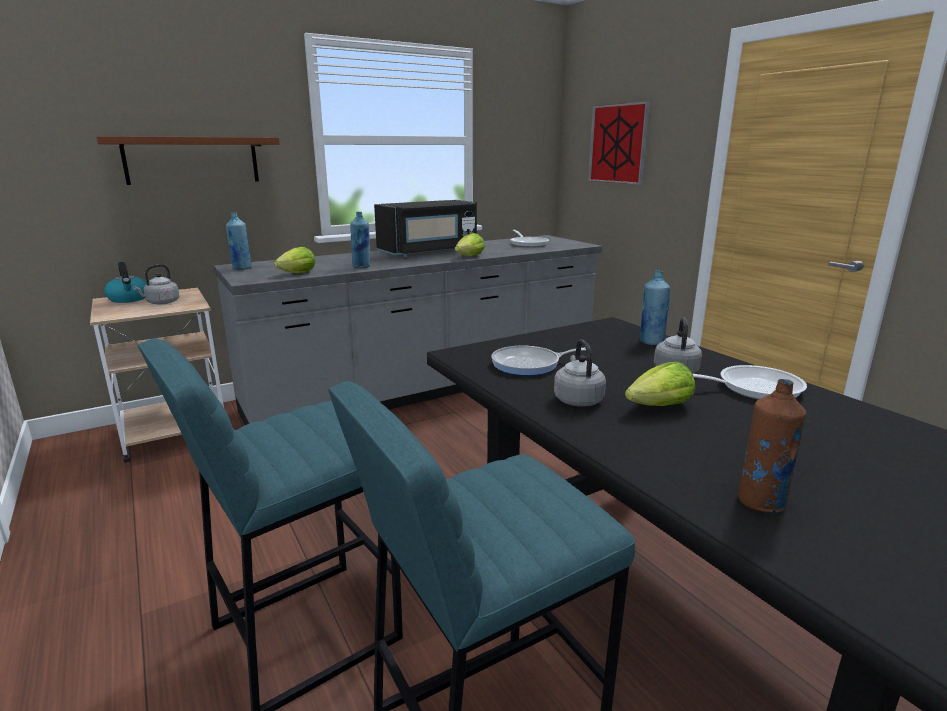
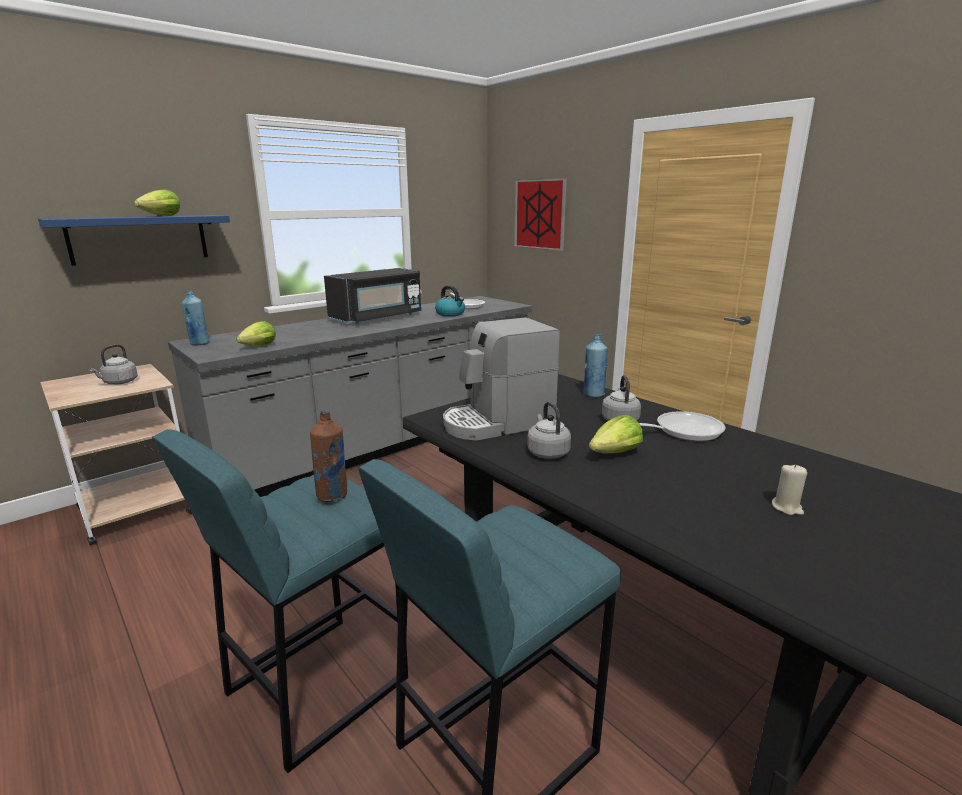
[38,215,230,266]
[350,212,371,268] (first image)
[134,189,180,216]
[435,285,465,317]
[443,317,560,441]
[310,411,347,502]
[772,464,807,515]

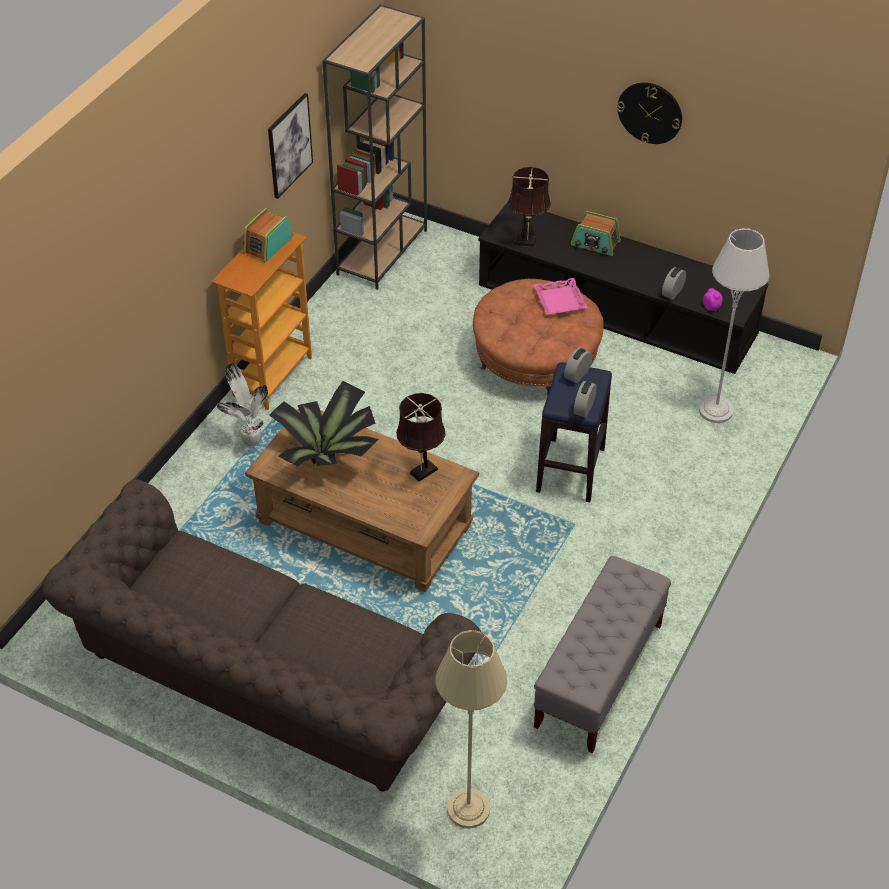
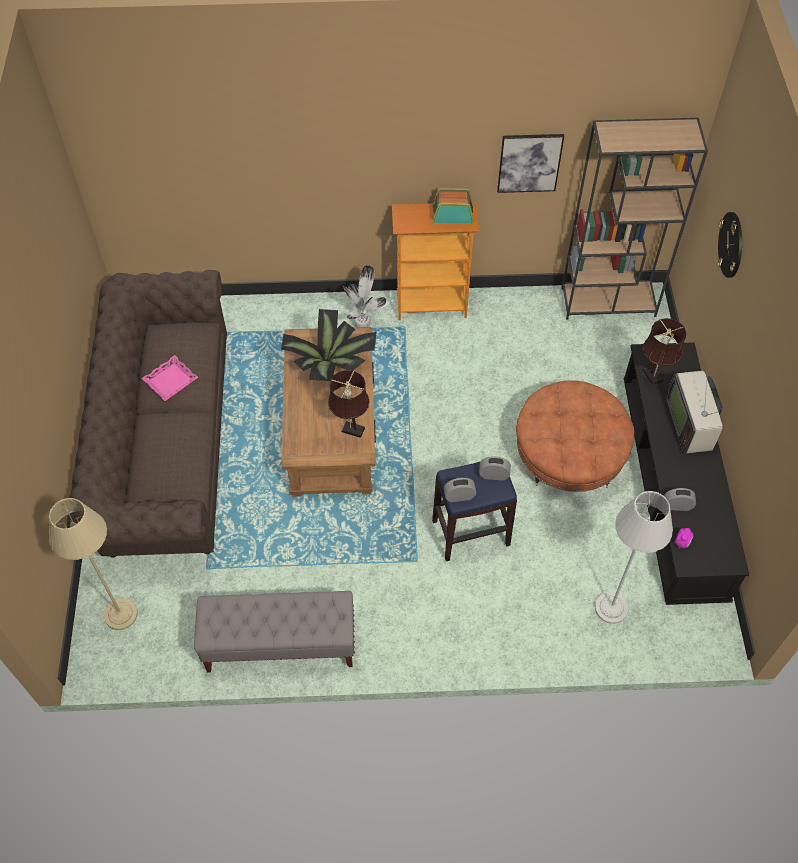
[718,212,742,278]
[666,371,723,453]
[141,355,198,401]

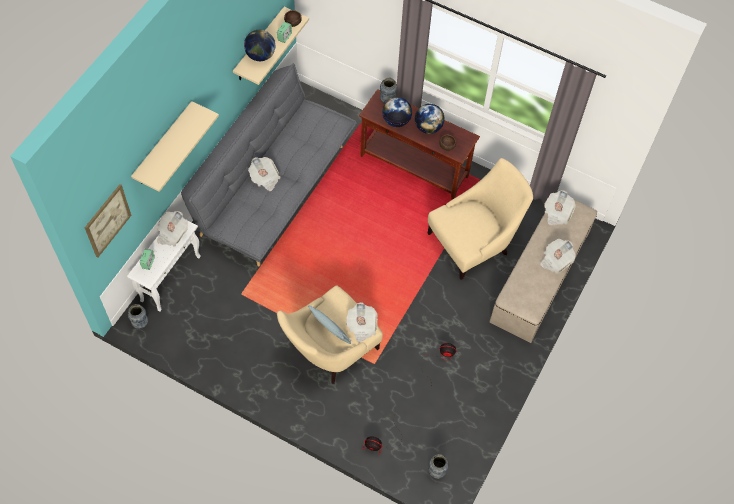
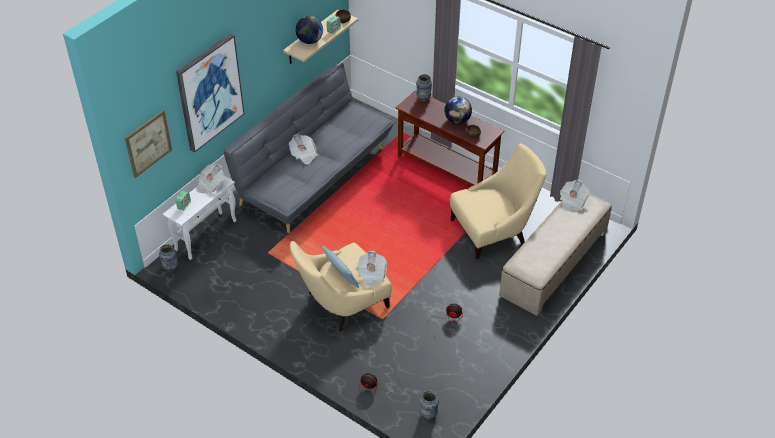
[382,97,412,127] (first image)
[176,33,244,153]
[540,239,576,274] (first image)

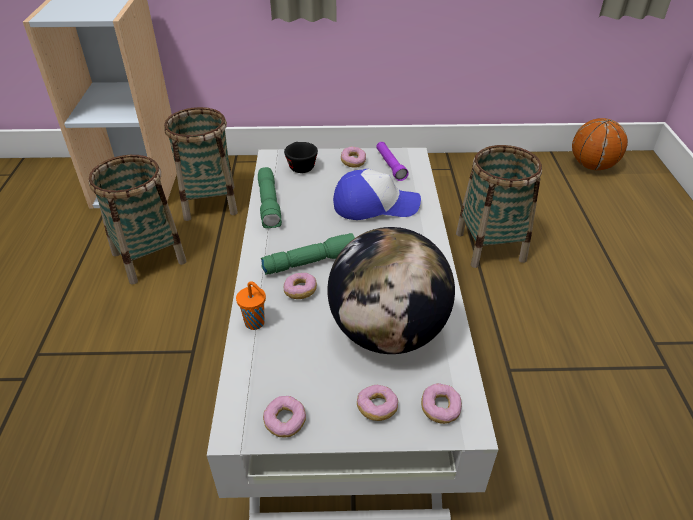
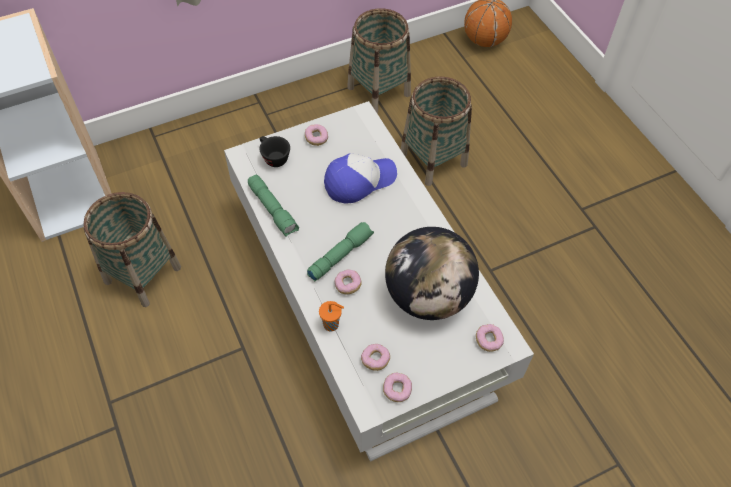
[347,8,411,113]
[376,142,409,181] (first image)
[361,344,390,371]

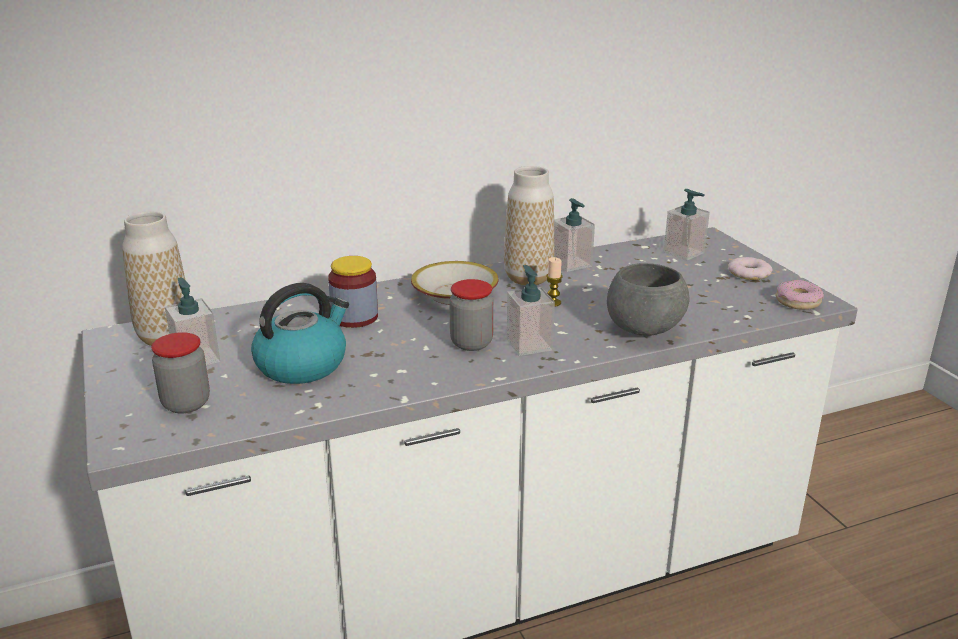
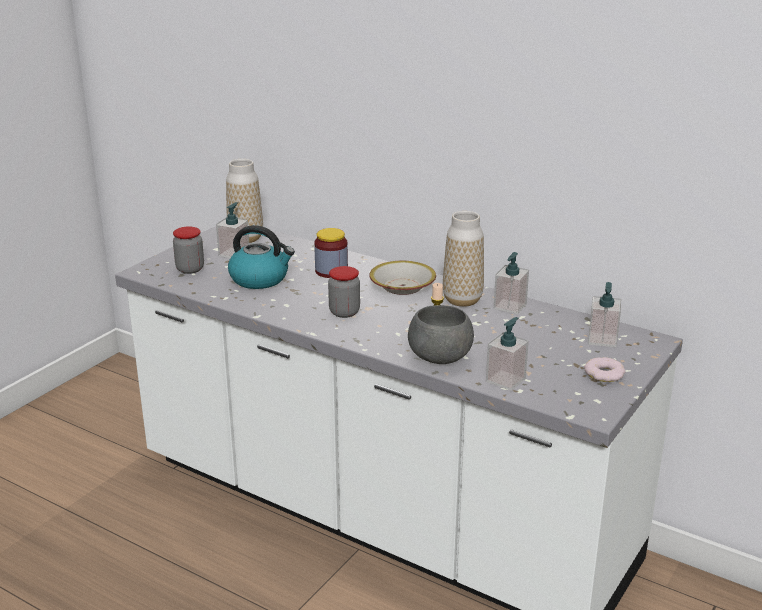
[486,317,529,391]
[775,280,824,310] (first image)

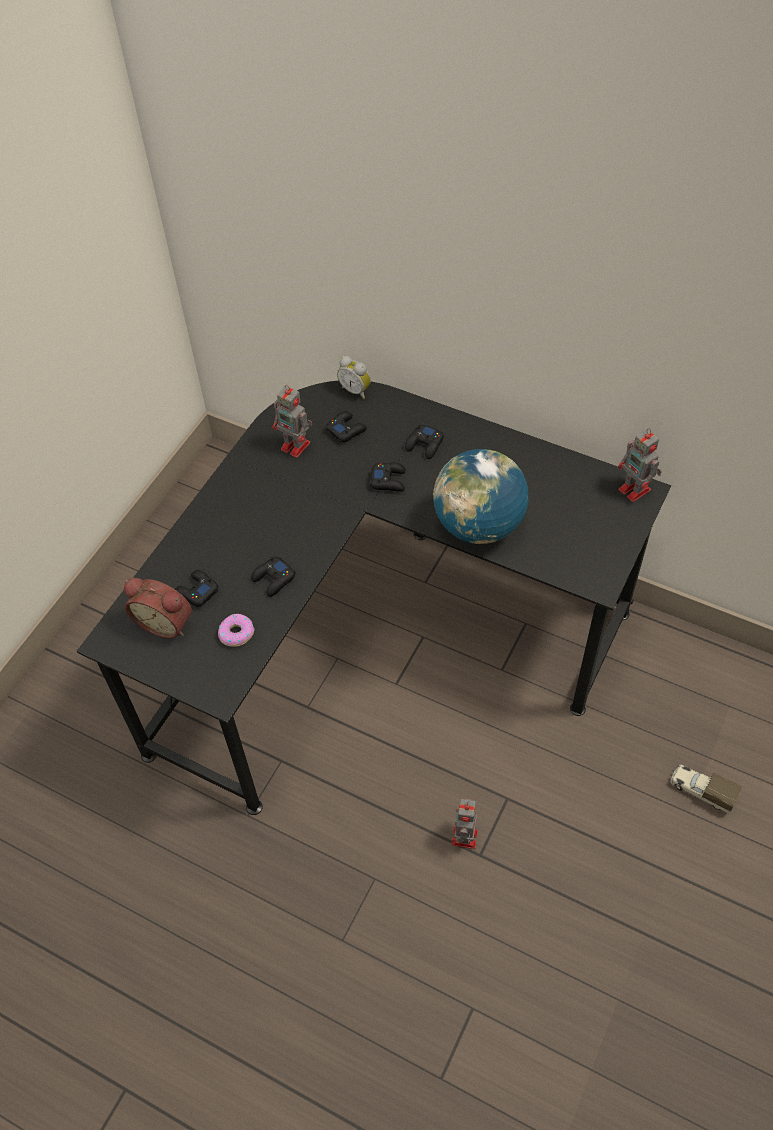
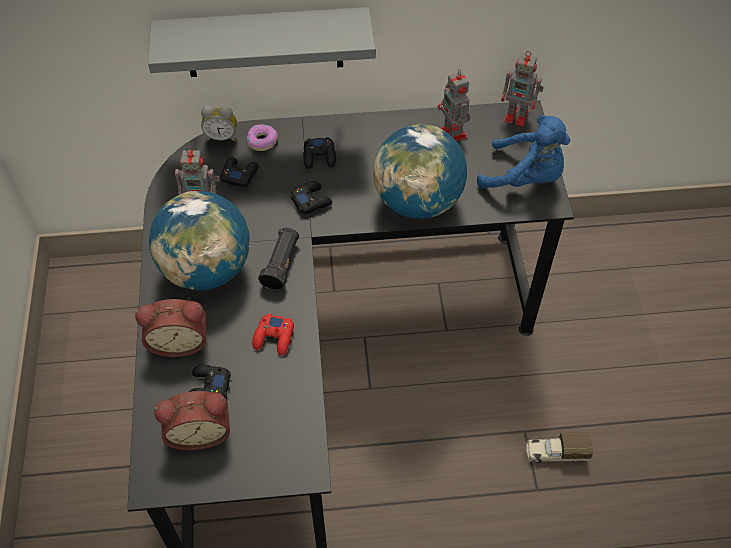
[252,313,294,356]
[247,124,278,151]
[526,432,593,463]
[438,69,470,141]
[148,7,376,77]
[477,115,570,189]
[149,191,250,291]
[258,228,299,291]
[135,299,206,357]

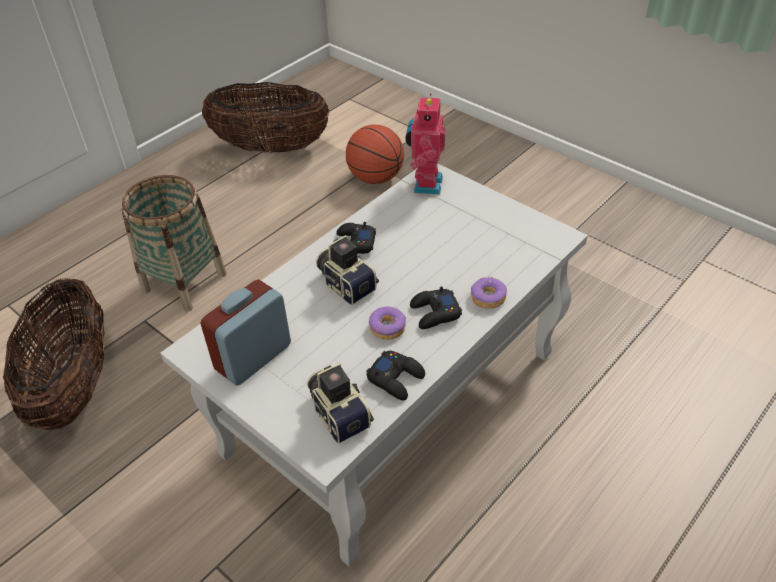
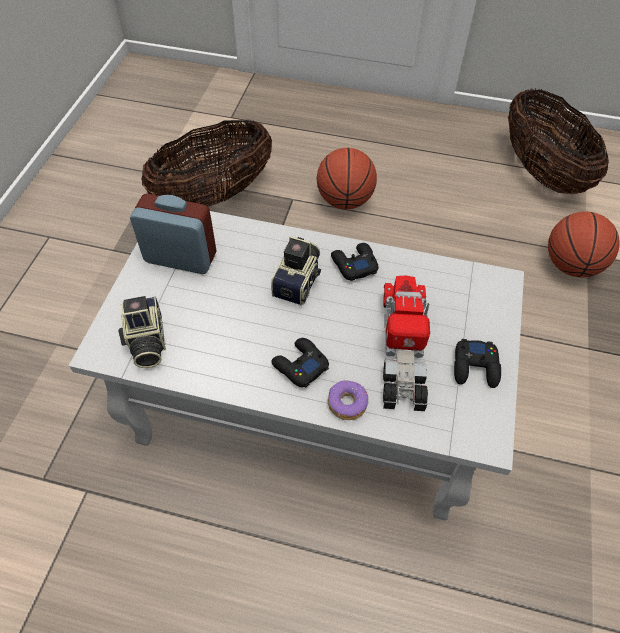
[406,93,445,194] (first image)
[317,148,377,209]
[369,307,406,340] (first image)
[454,339,501,388]
[118,296,166,368]
[383,275,430,411]

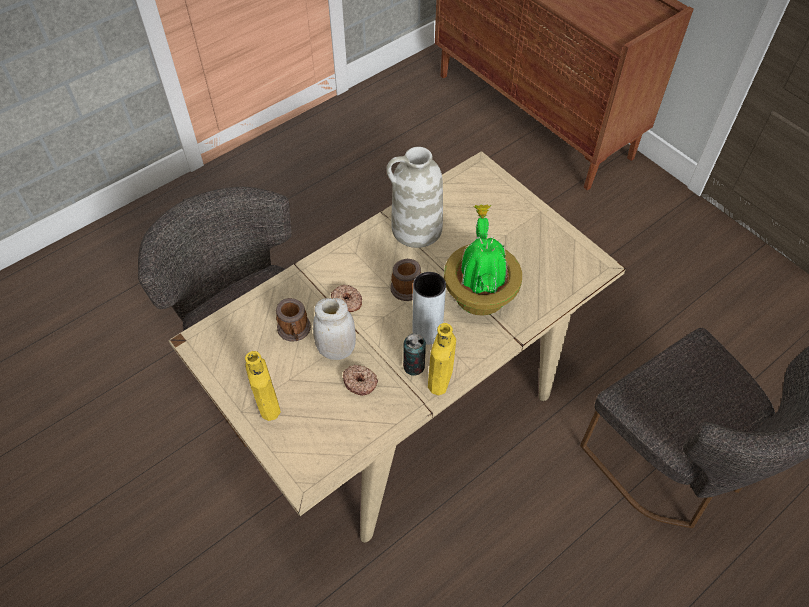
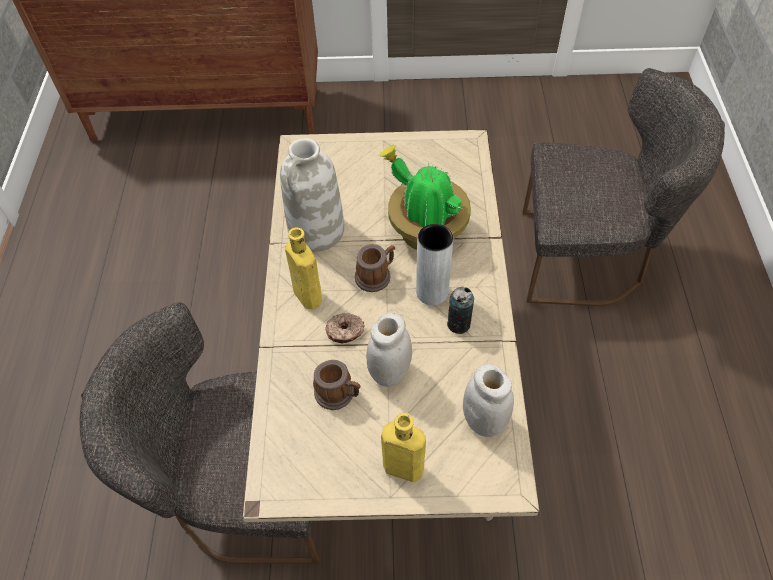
[285,228,322,309]
[343,365,378,396] (first image)
[463,364,514,437]

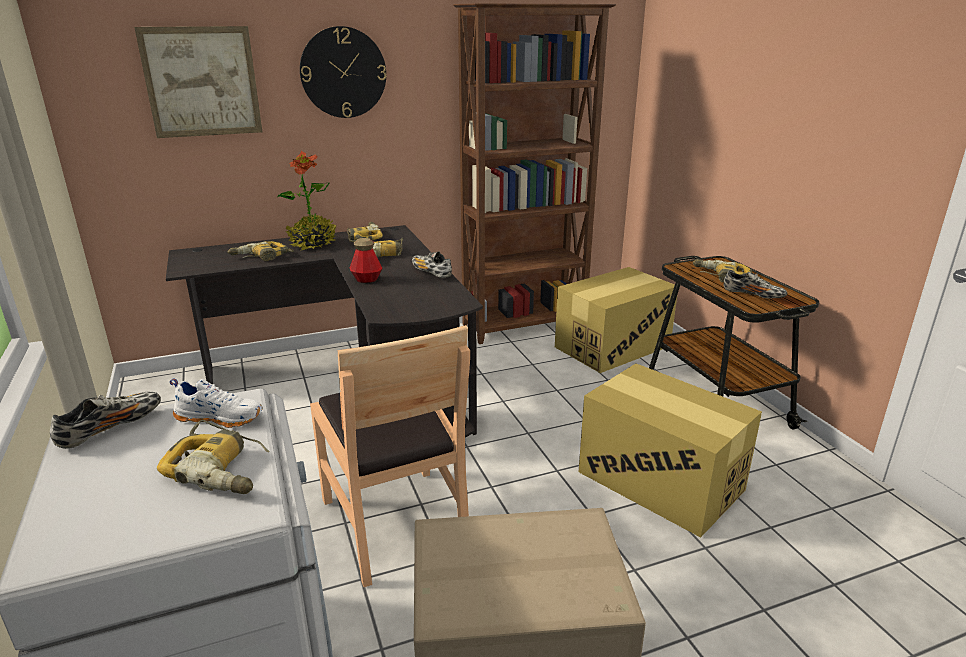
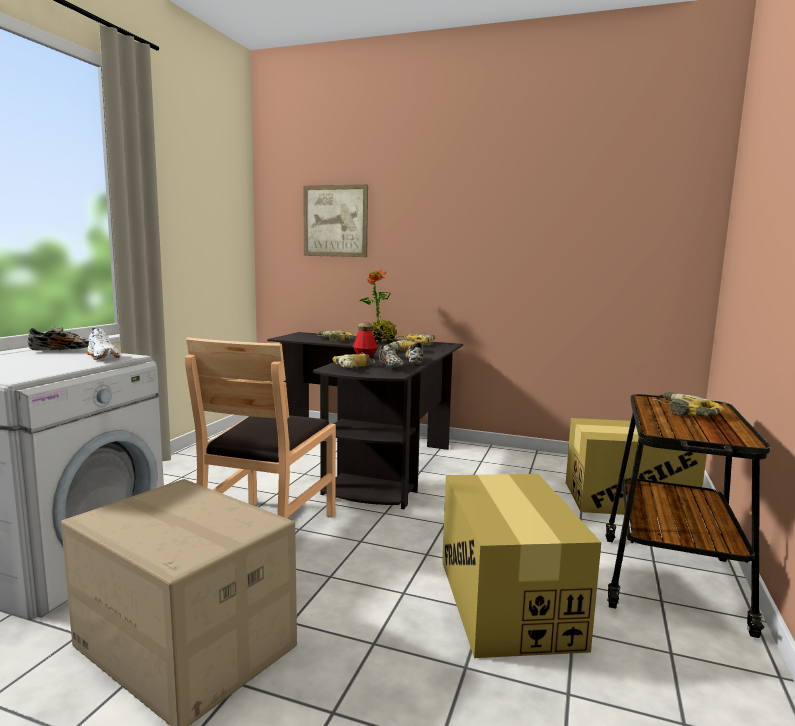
[453,3,616,344] (first image)
[300,26,386,118] (first image)
[379,345,403,367]
[332,352,375,370]

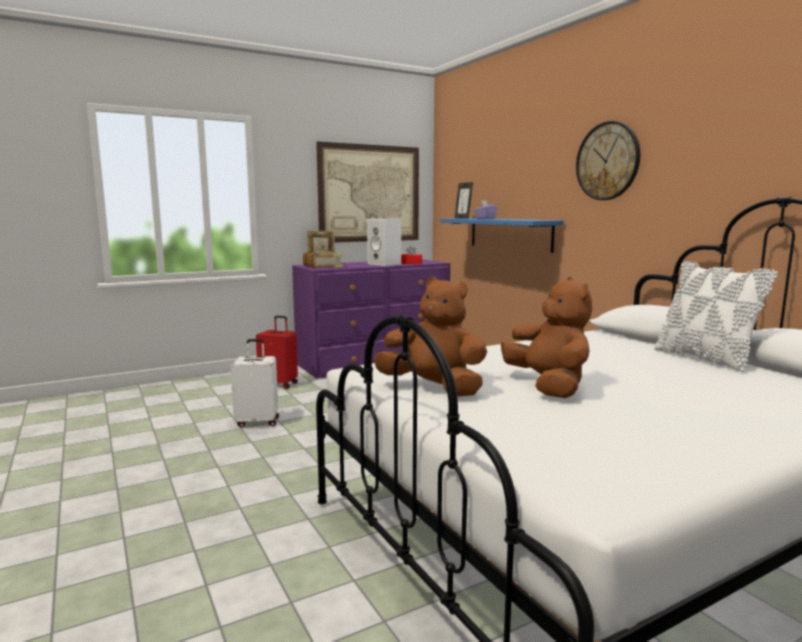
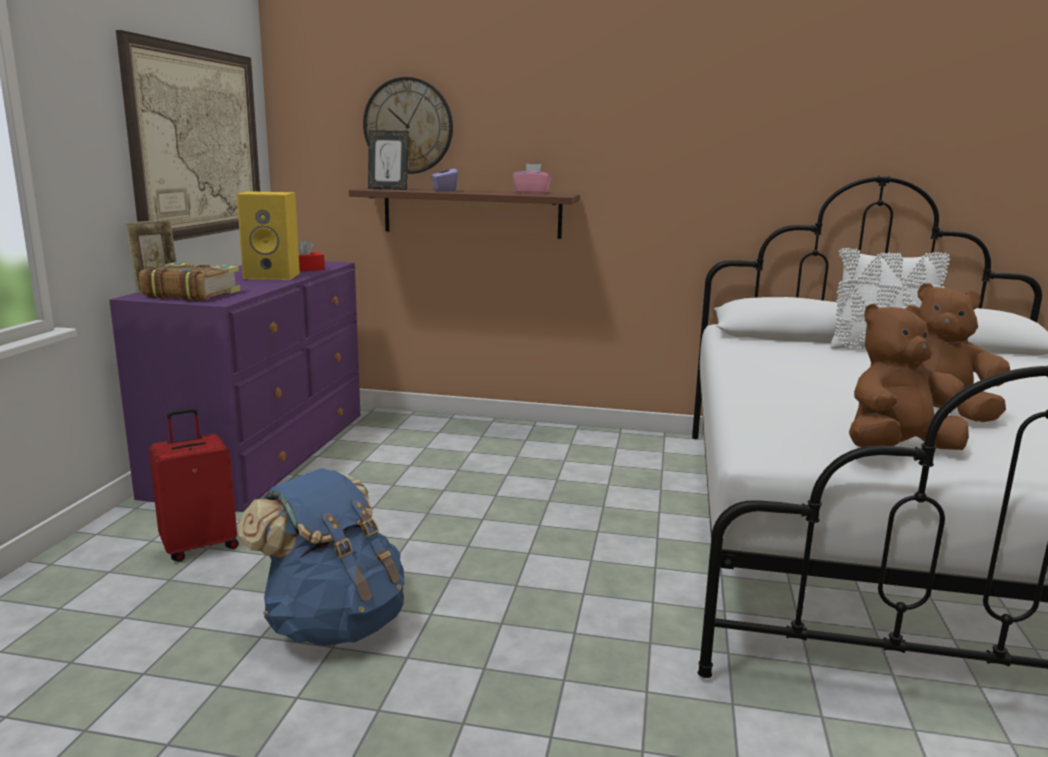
[363,77,453,174]
[349,187,580,239]
[237,191,300,280]
[238,468,405,646]
[513,164,552,194]

